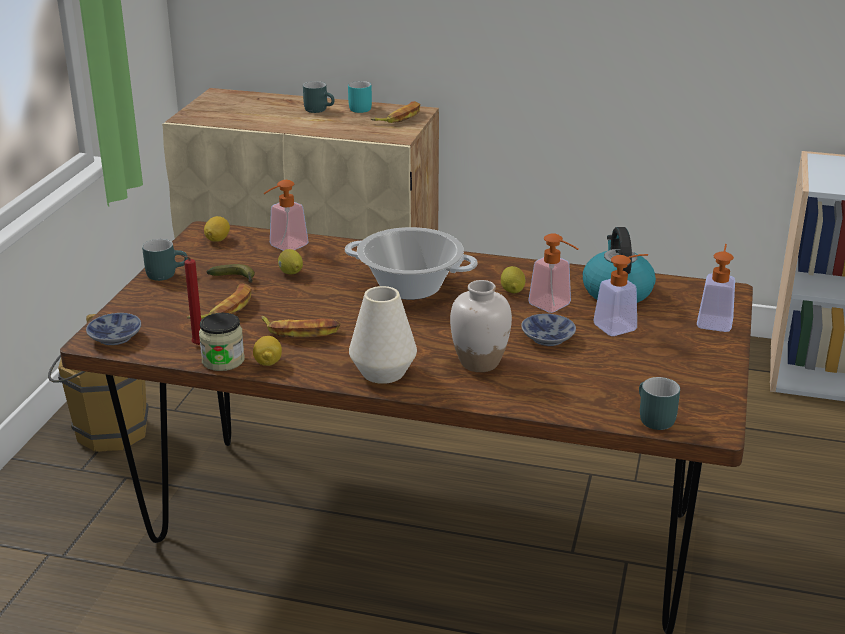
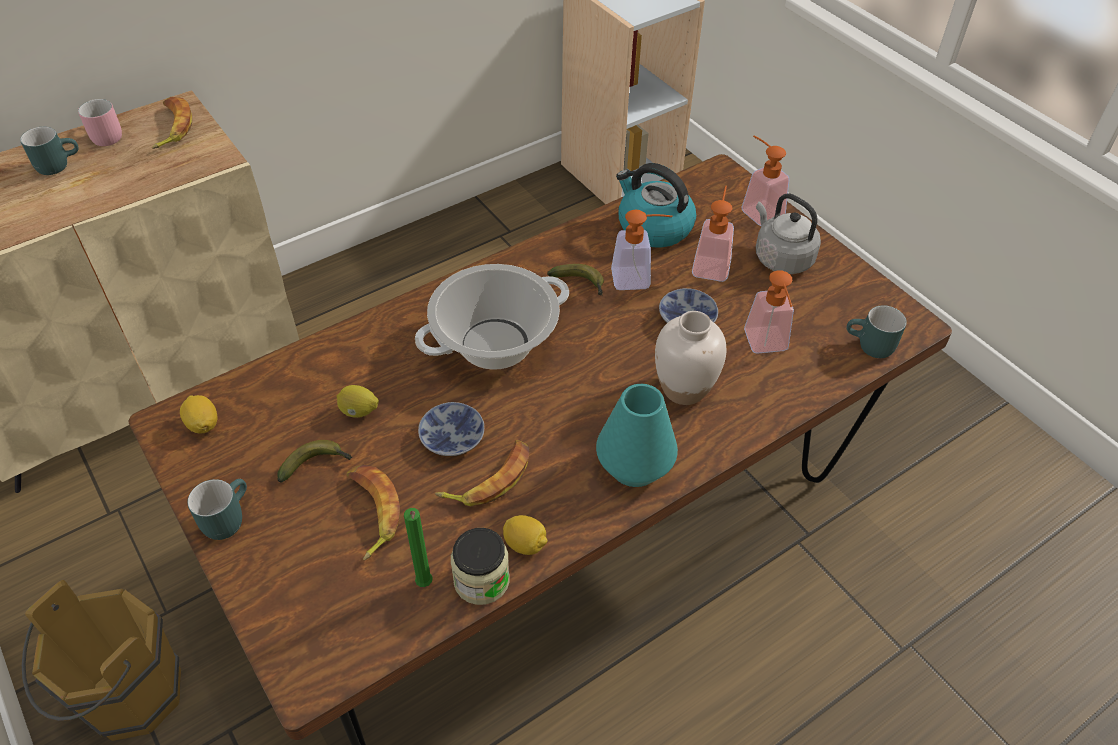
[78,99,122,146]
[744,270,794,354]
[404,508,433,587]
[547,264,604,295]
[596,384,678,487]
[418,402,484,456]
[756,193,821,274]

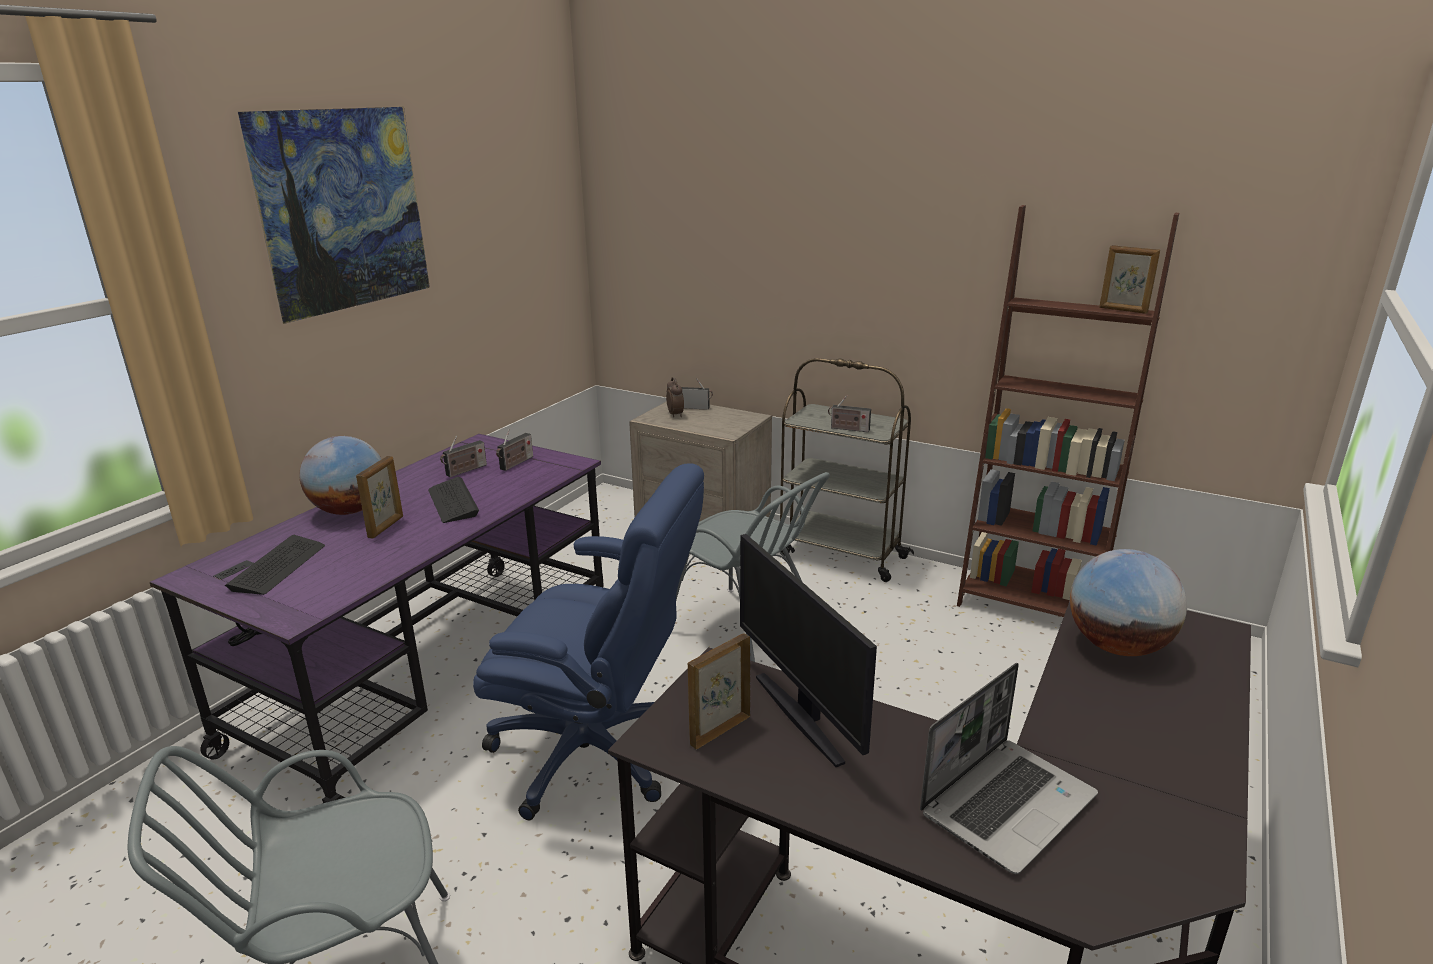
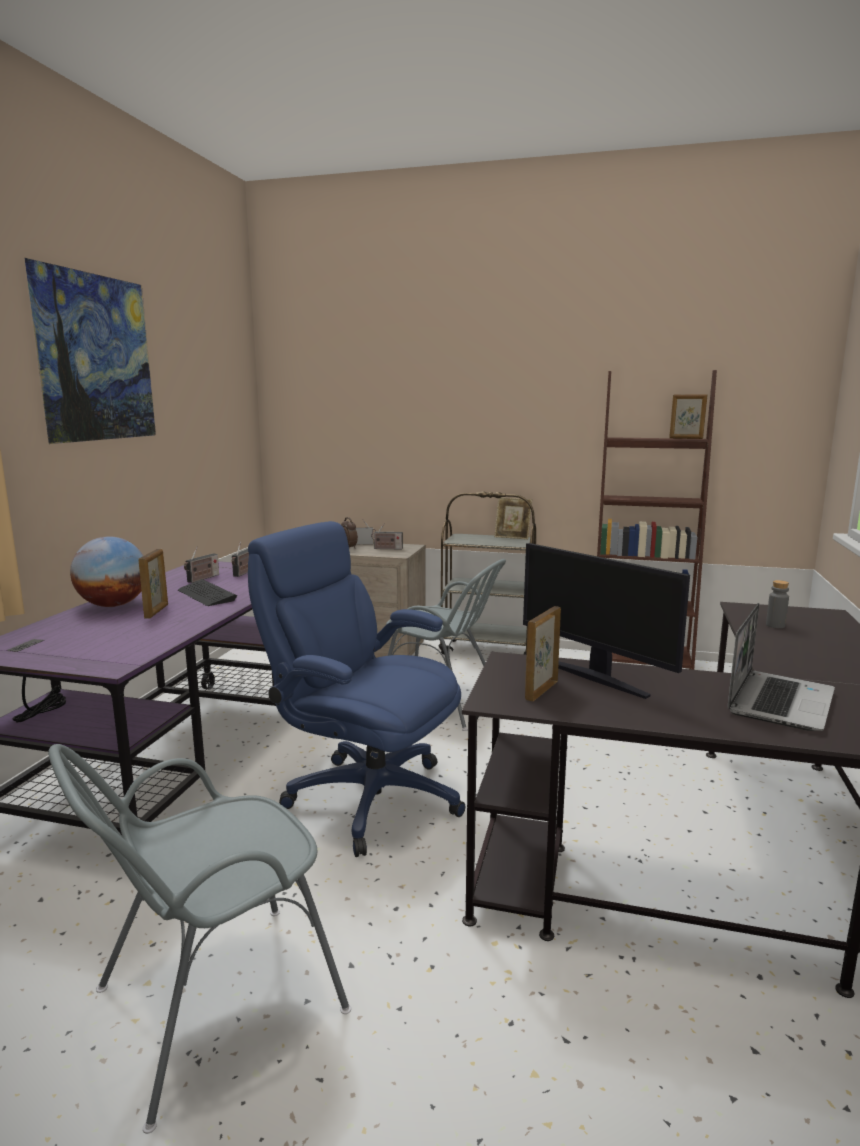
[371,523,403,549]
[248,521,465,857]
[225,535,325,595] (first image)
[766,580,789,628]
[494,497,532,539]

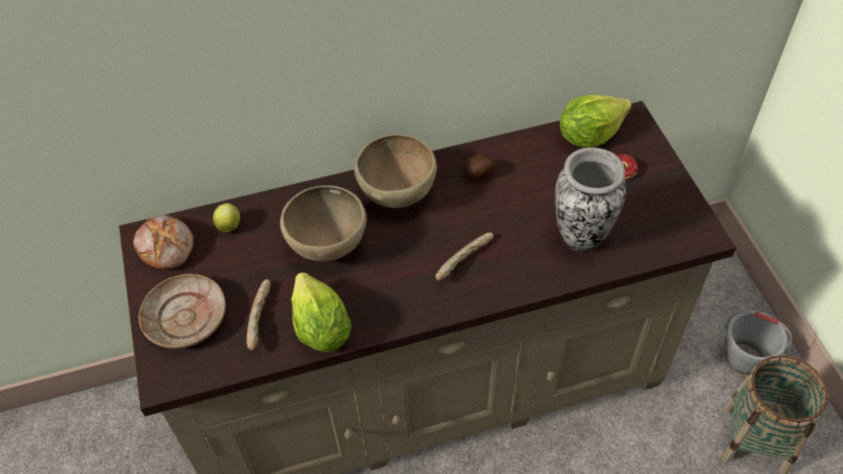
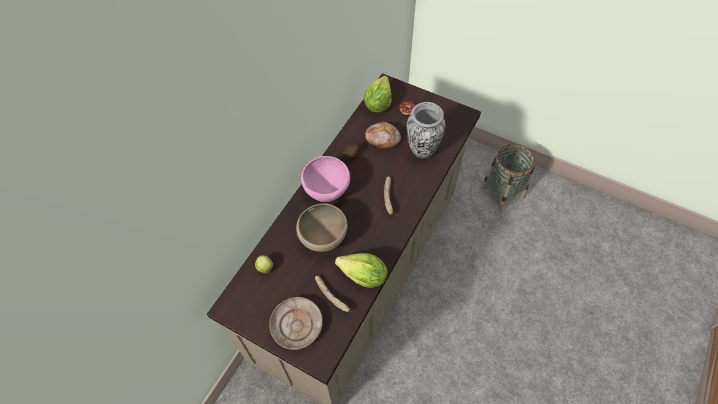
[301,156,350,202]
[365,122,401,149]
[724,311,793,375] (first image)

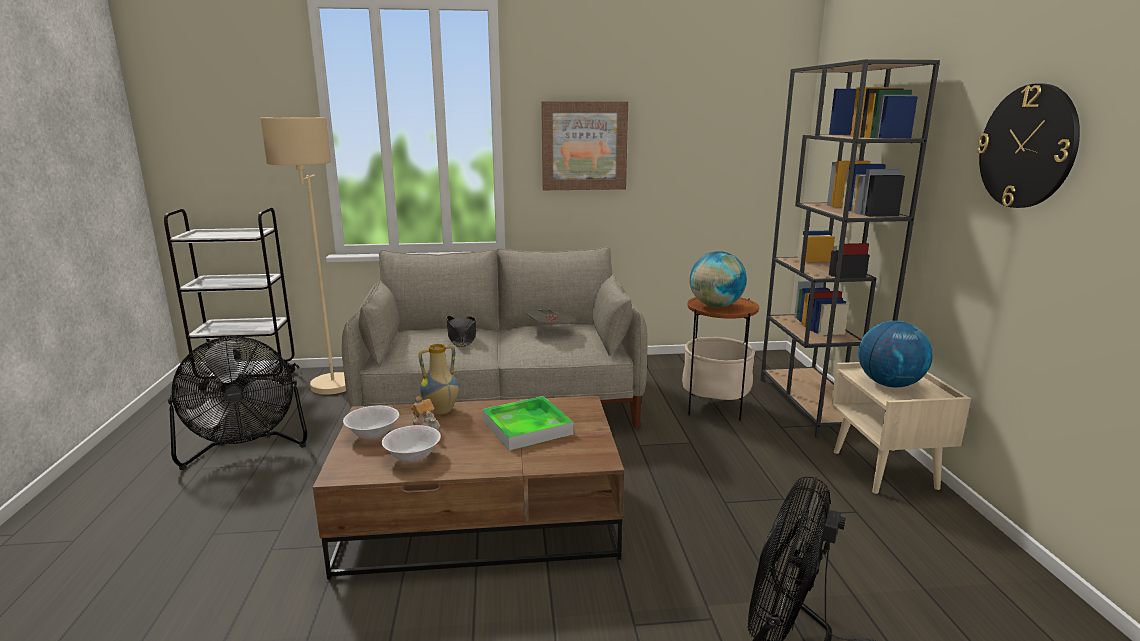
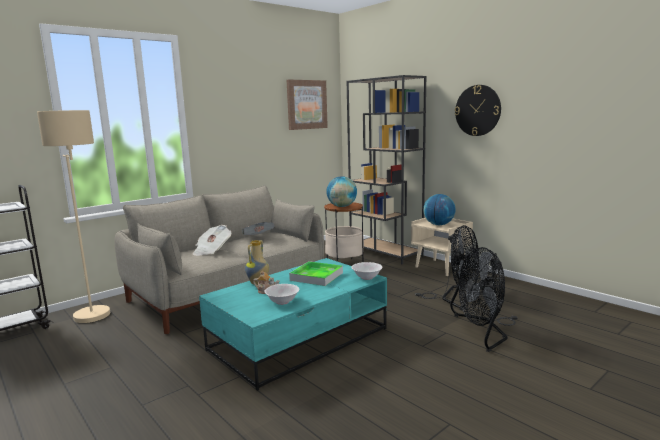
[286,79,328,130]
[193,225,231,256]
[416,225,482,311]
[199,258,387,391]
[352,262,382,280]

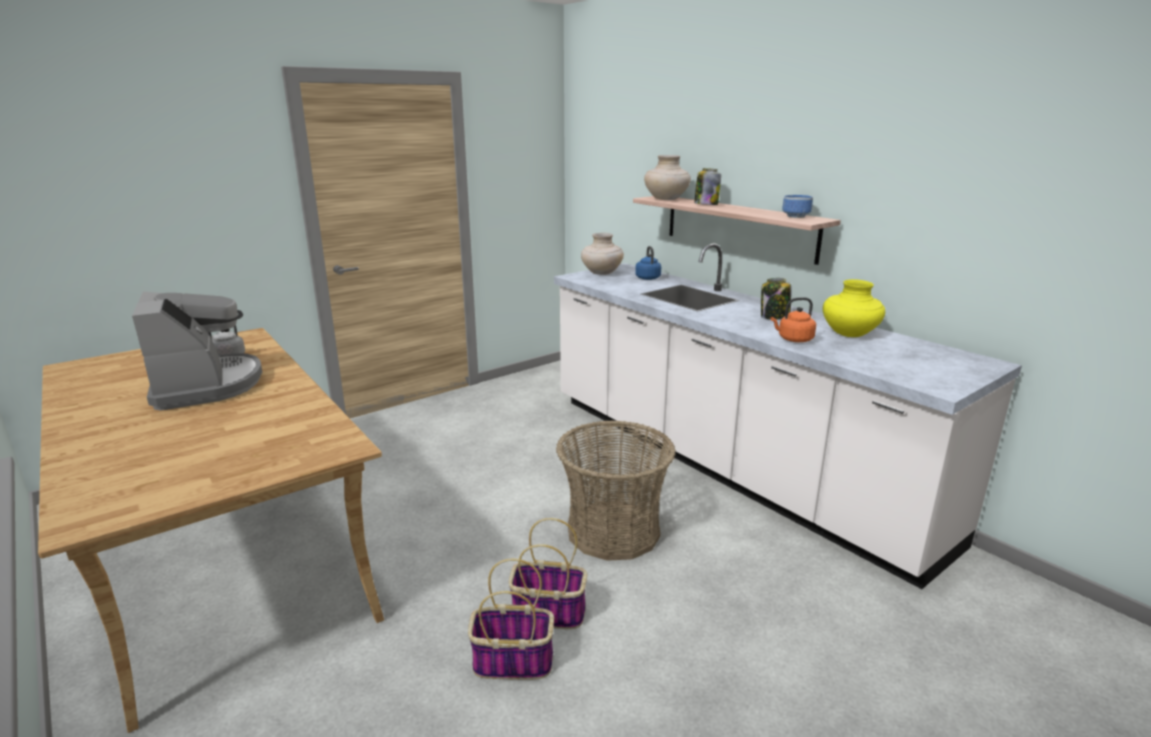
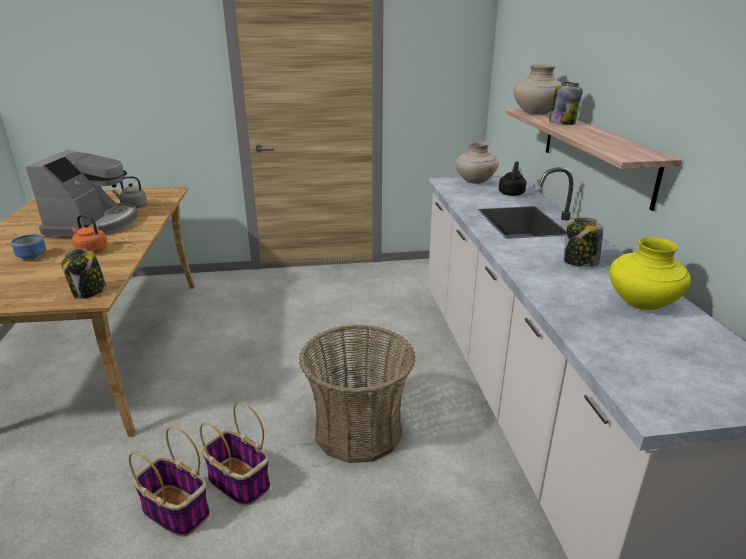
[11,234,46,260]
[499,161,526,196]
[71,215,108,253]
[61,249,107,299]

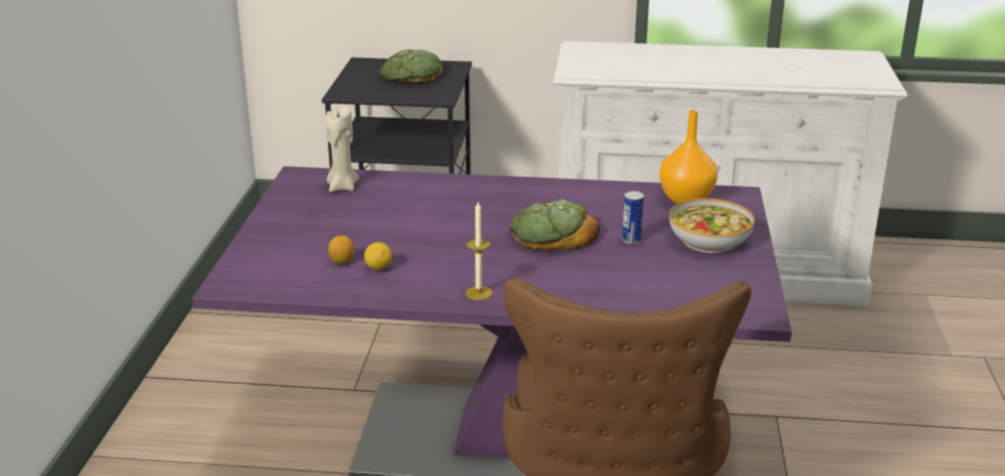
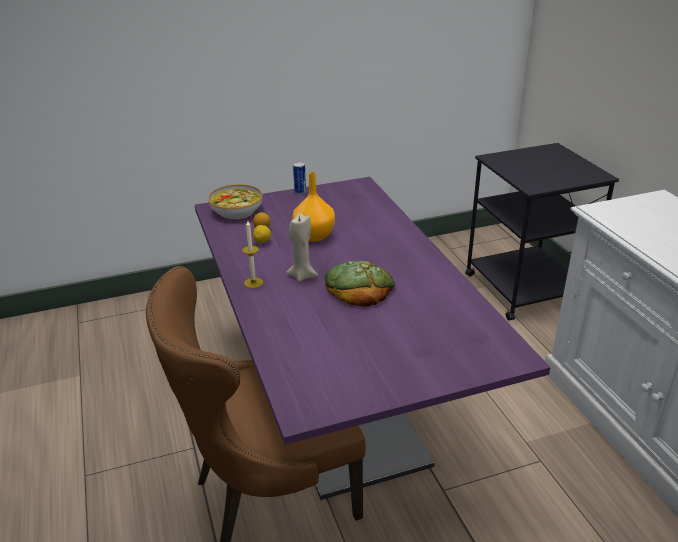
[379,49,443,82] (first image)
[286,214,318,282]
[292,172,335,242]
[293,162,306,195]
[208,184,262,219]

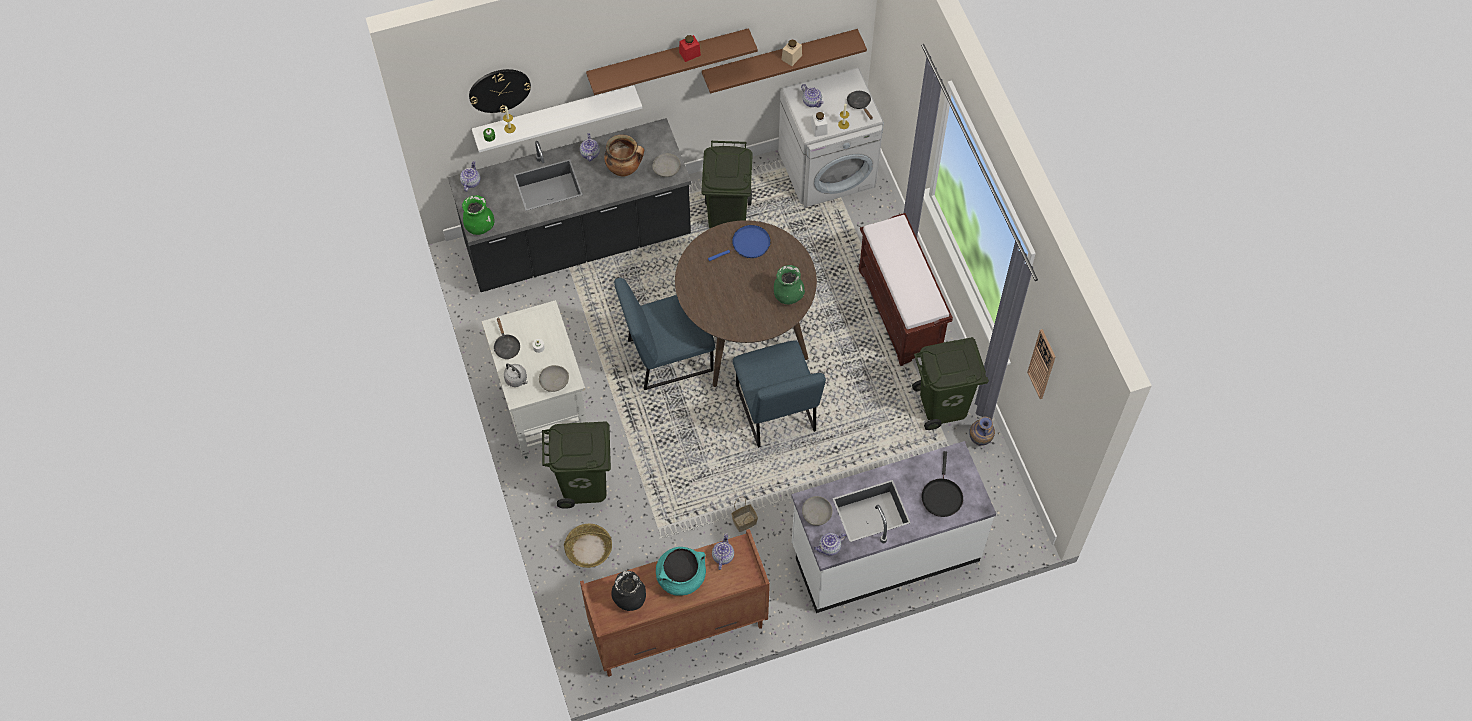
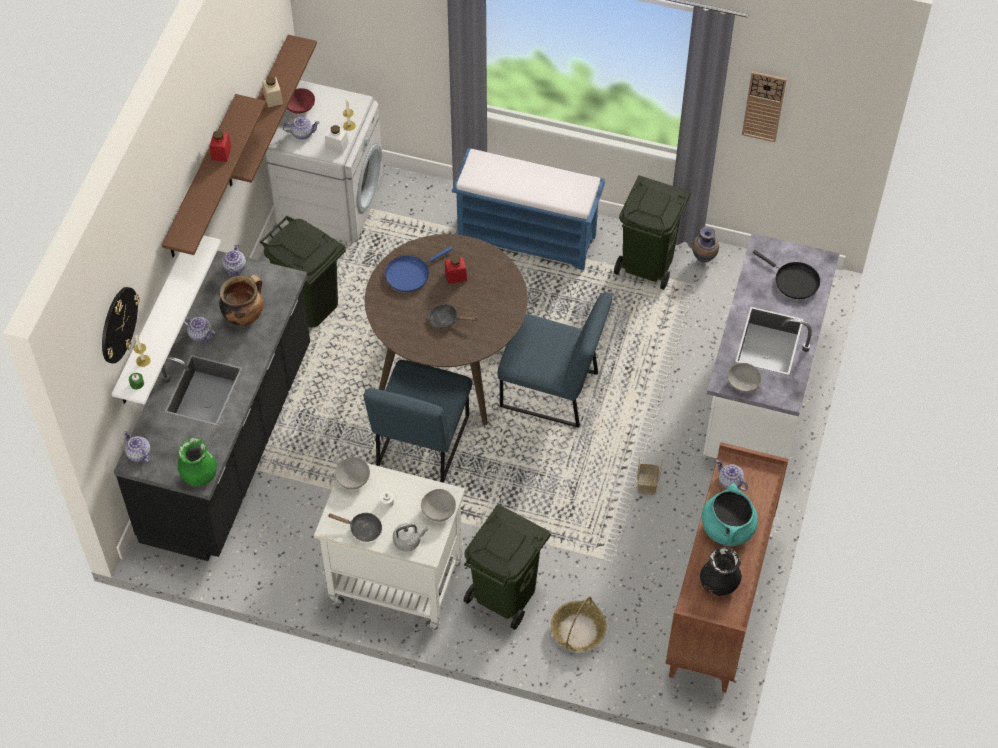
[428,304,479,329]
[335,457,370,489]
[452,148,605,270]
[385,247,452,292]
[774,265,805,304] (first image)
[222,244,246,276]
[287,88,315,114]
[445,256,467,284]

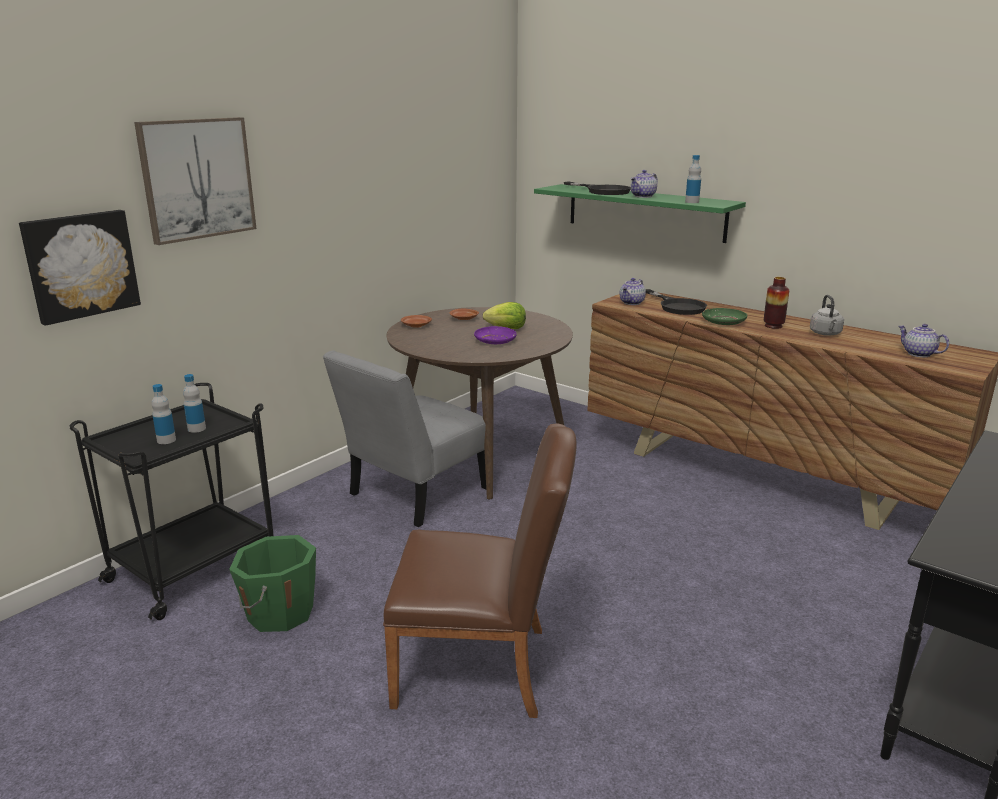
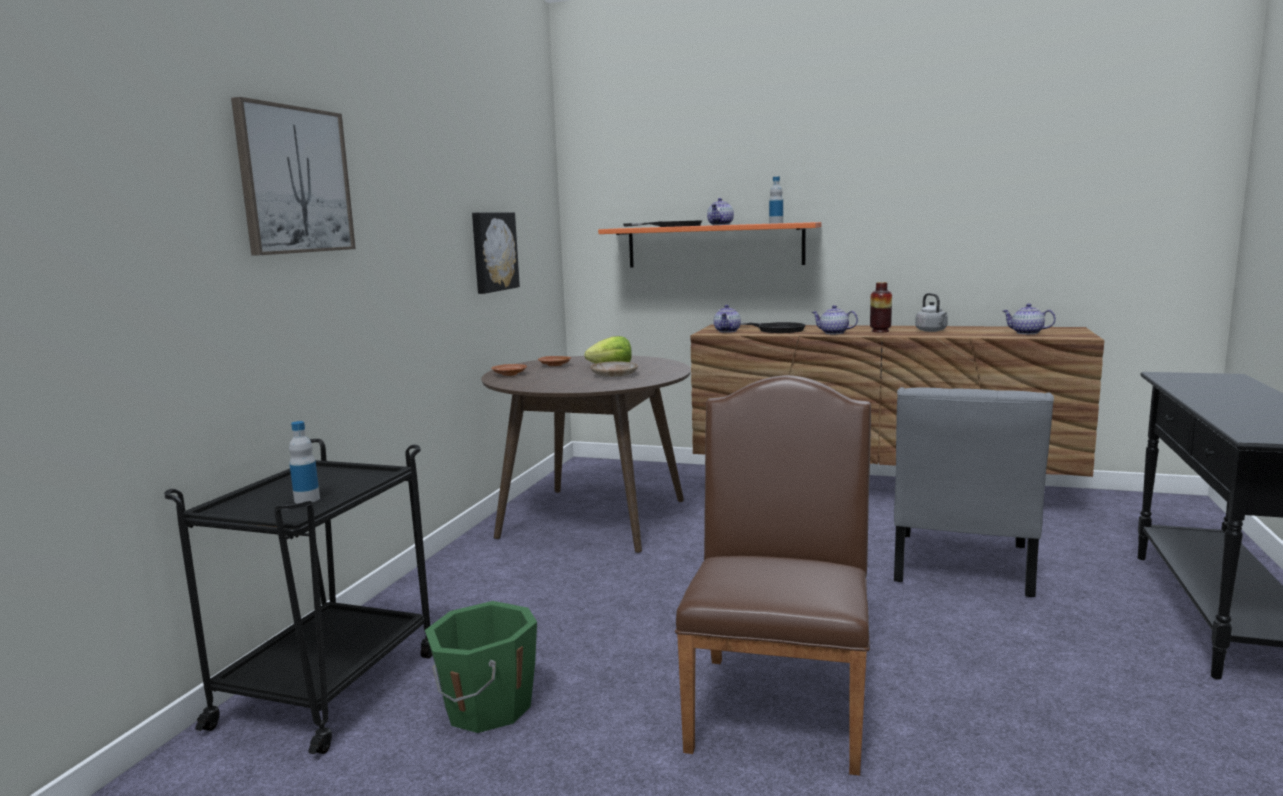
[598,222,822,268]
[472,212,520,294]
[812,305,858,334]
[590,361,638,377]
[894,387,1054,597]
[183,374,206,433] (first image)
[675,375,871,776]

